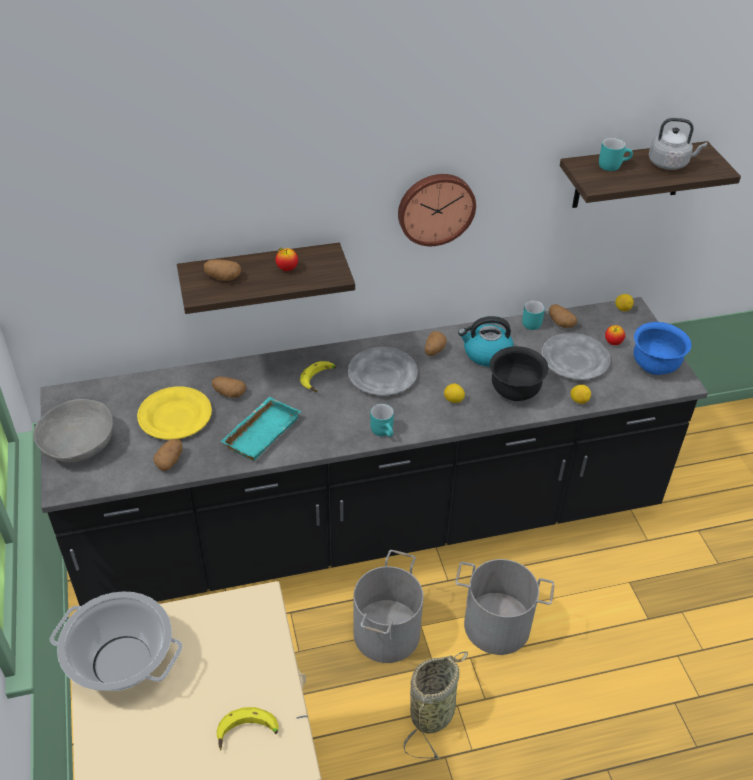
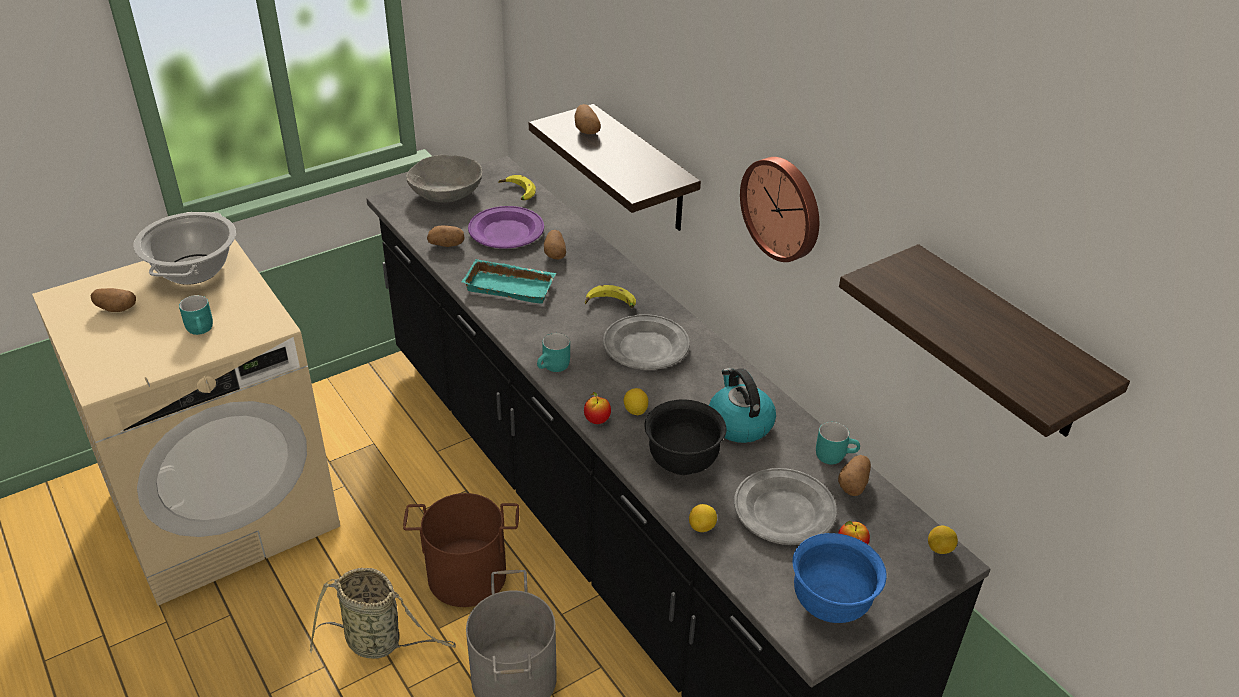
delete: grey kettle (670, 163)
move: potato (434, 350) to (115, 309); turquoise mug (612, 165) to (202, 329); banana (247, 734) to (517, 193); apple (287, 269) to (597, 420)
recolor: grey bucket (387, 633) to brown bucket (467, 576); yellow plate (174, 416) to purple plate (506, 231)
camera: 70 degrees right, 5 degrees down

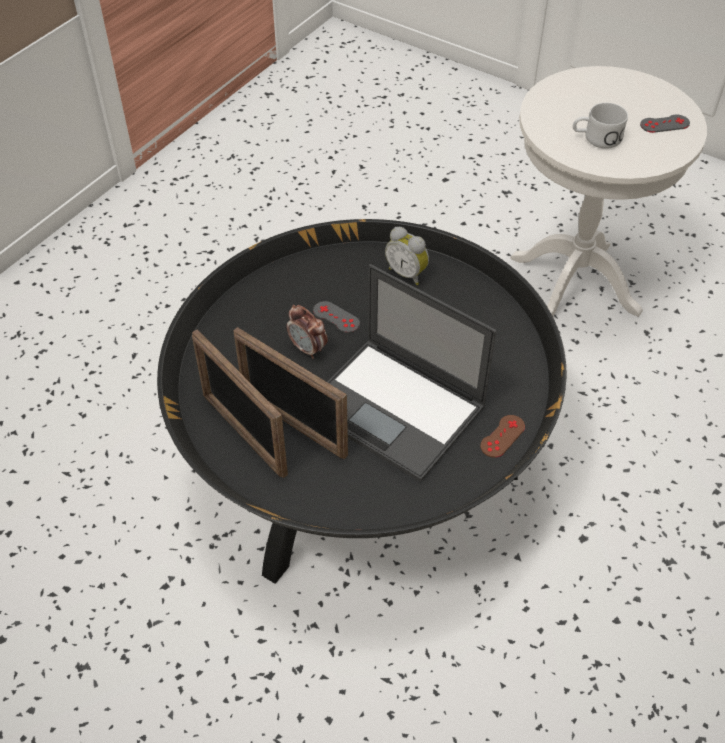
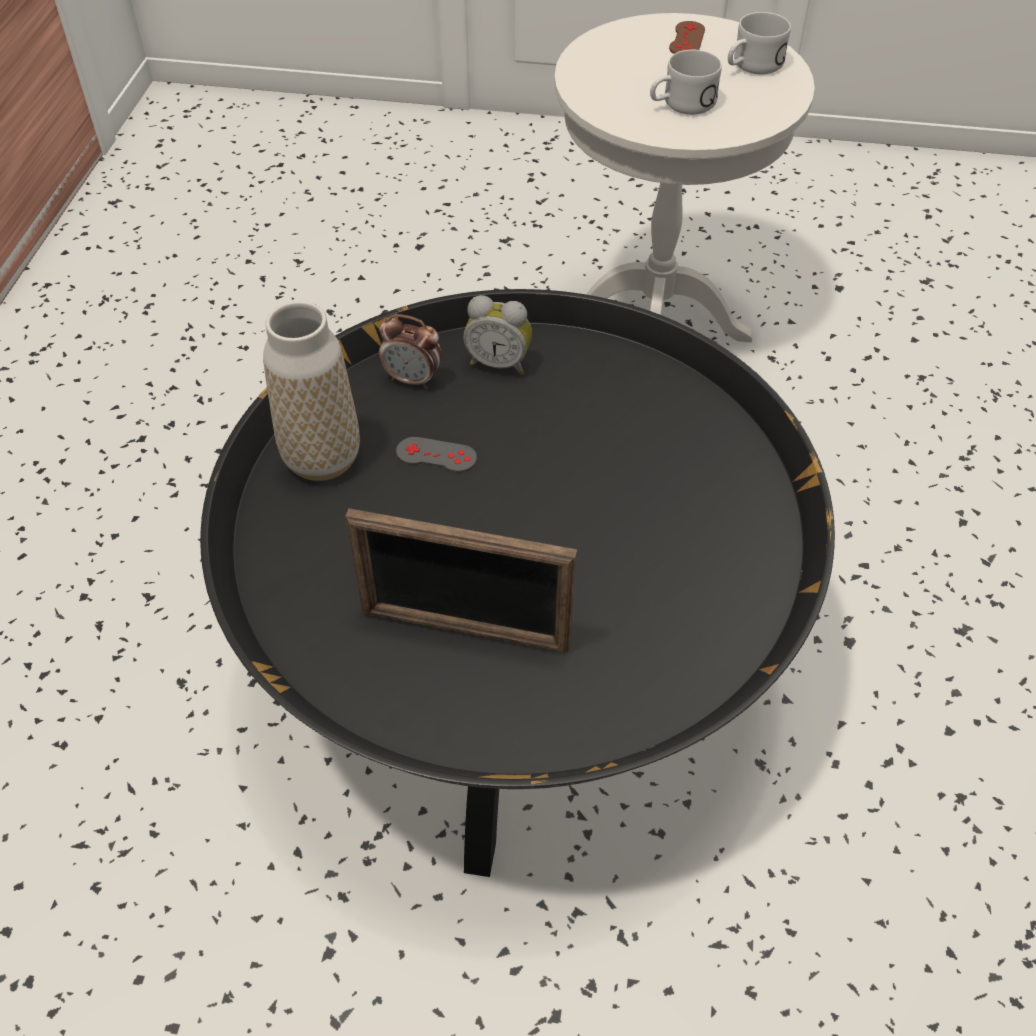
delete: picture frame (243, 434); laptop (396, 409)
insert: vase (322, 459)
move: alarm clock (308, 349) to (413, 380); brown game controller (502, 436) to (687, 39)
replace: grey game controller (664, 124) to white mug (751, 66)
camera: 25 degrees left, 0 degrees up

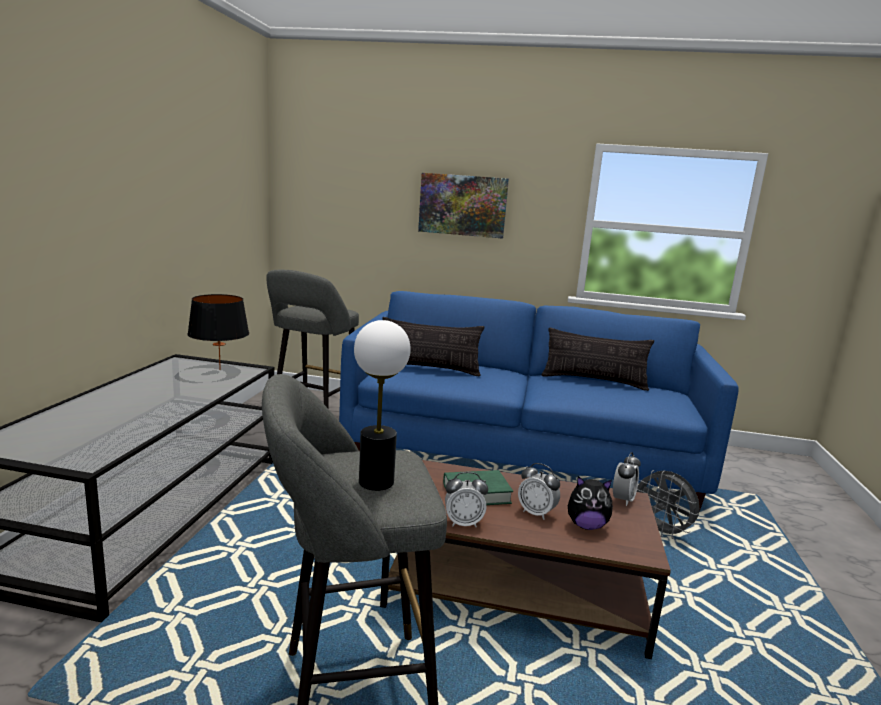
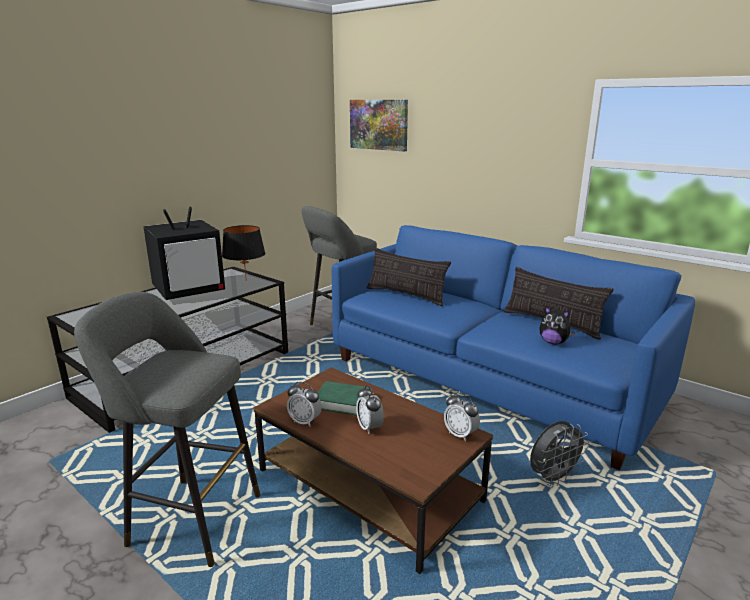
delete: table lamp (376, 482)
insert: television (190, 290)
move: picture (463, 205) to (379, 124); plush toy (586, 525) to (553, 342)
rotate: alarm clock (623, 499) = (460, 434) 75 degrees clockwise; grey fan (661, 532) = (553, 478) 105 degrees counterclockwise
camera: 30 degrees right, 5 degrees up

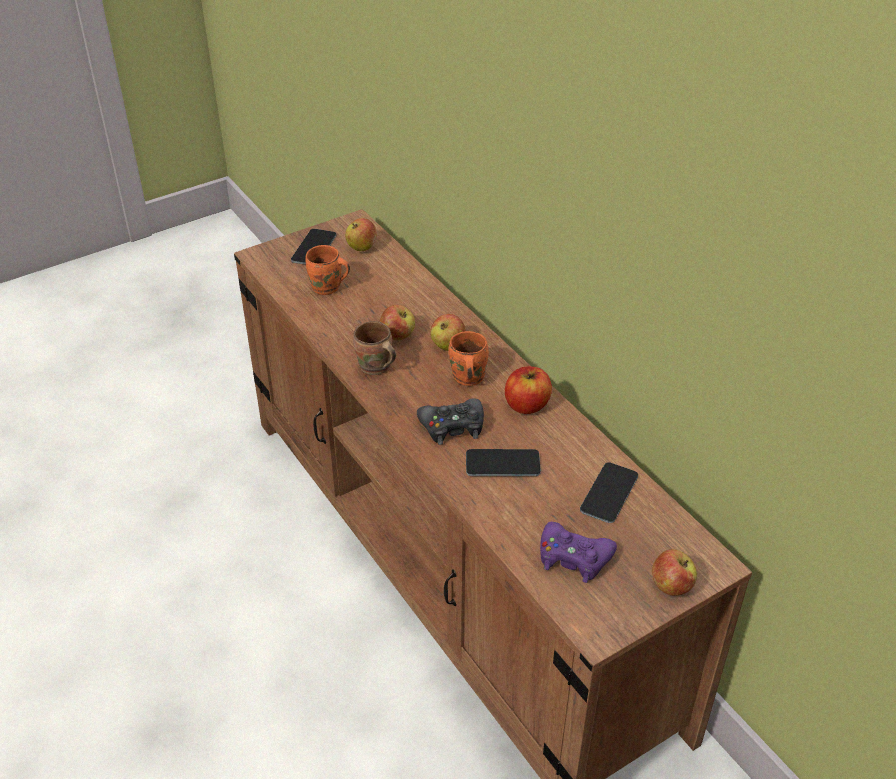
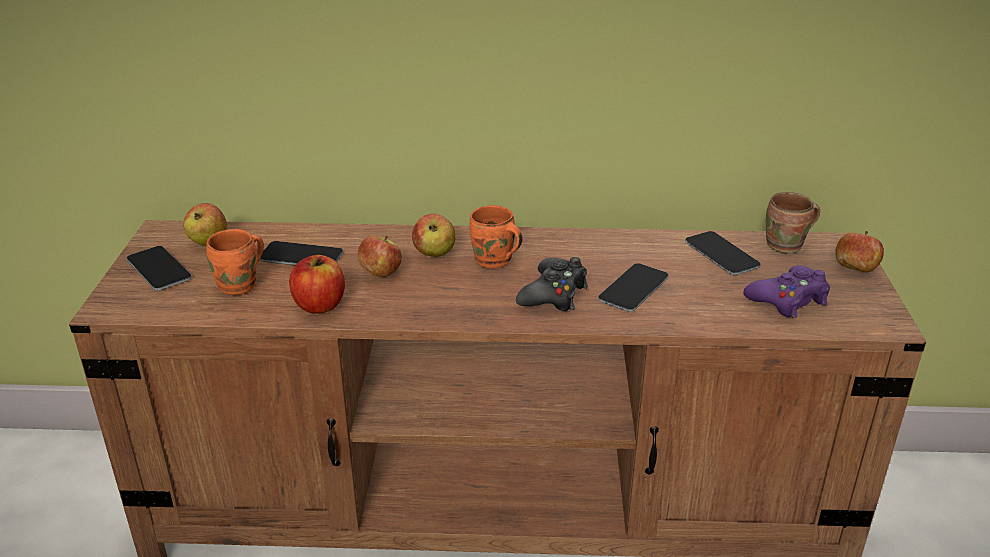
insert: phone (301, 256)
move: apple (526, 405) to (319, 305); brown mug (375, 368) to (787, 246)
camera: 55 degrees left, 10 degrees down

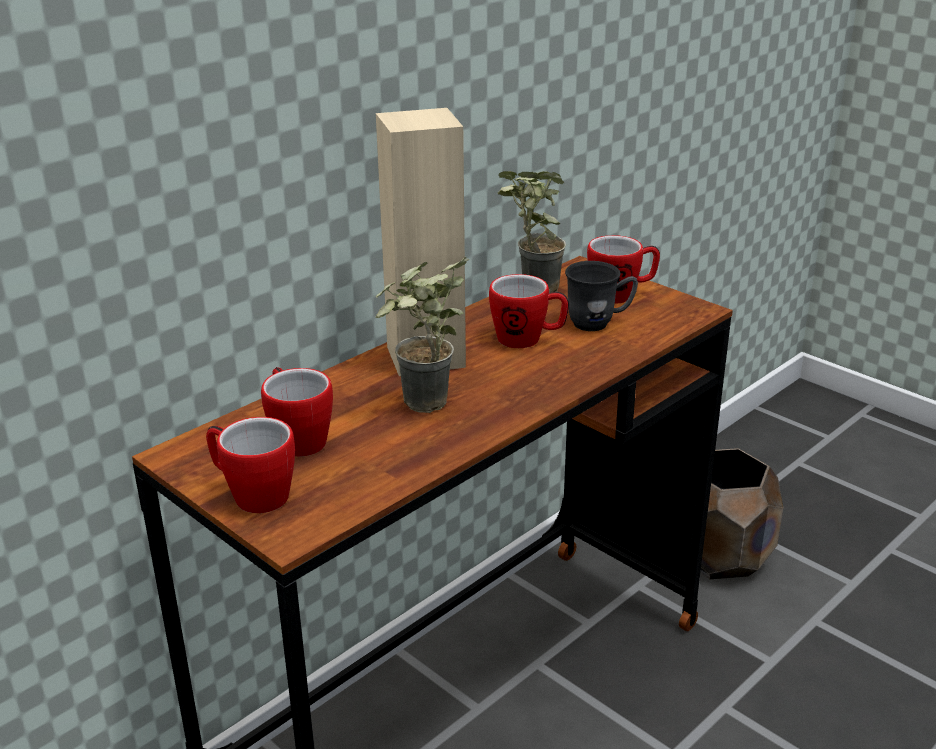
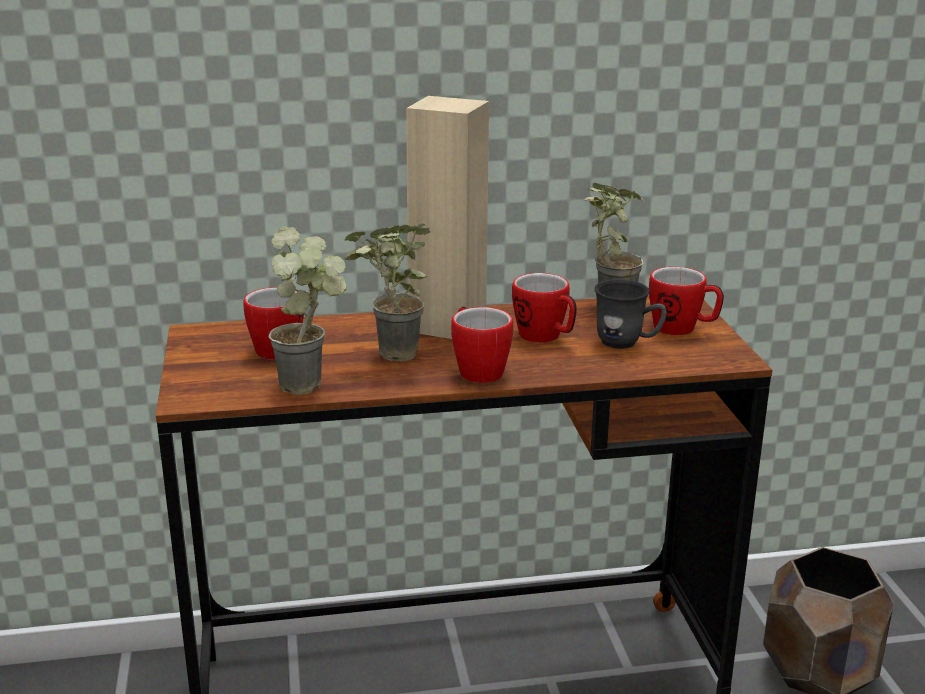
insert: potted plant (313, 385)
move: mug (252, 494) to (477, 370)
camera: 35 degrees right, 5 degrees down

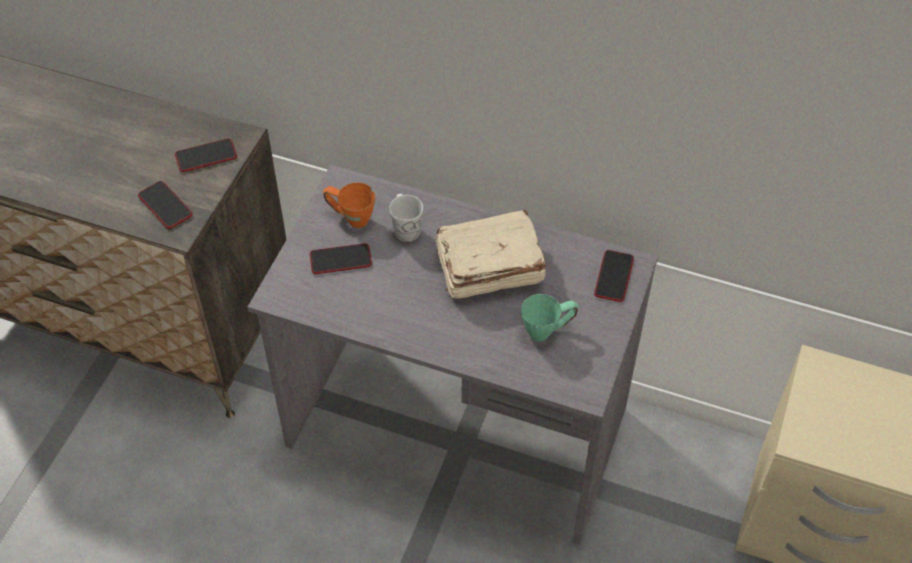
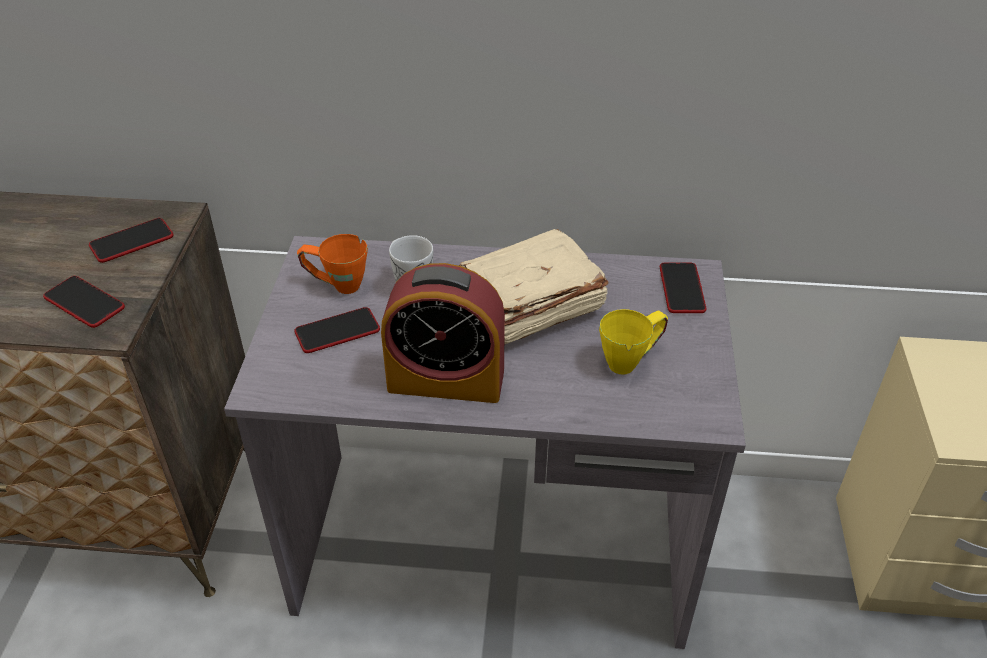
insert: alarm clock (446, 380)
recolor: green mug (548, 330) to yellow mug (631, 360)
camera: 15 degrees left, 10 degrees down

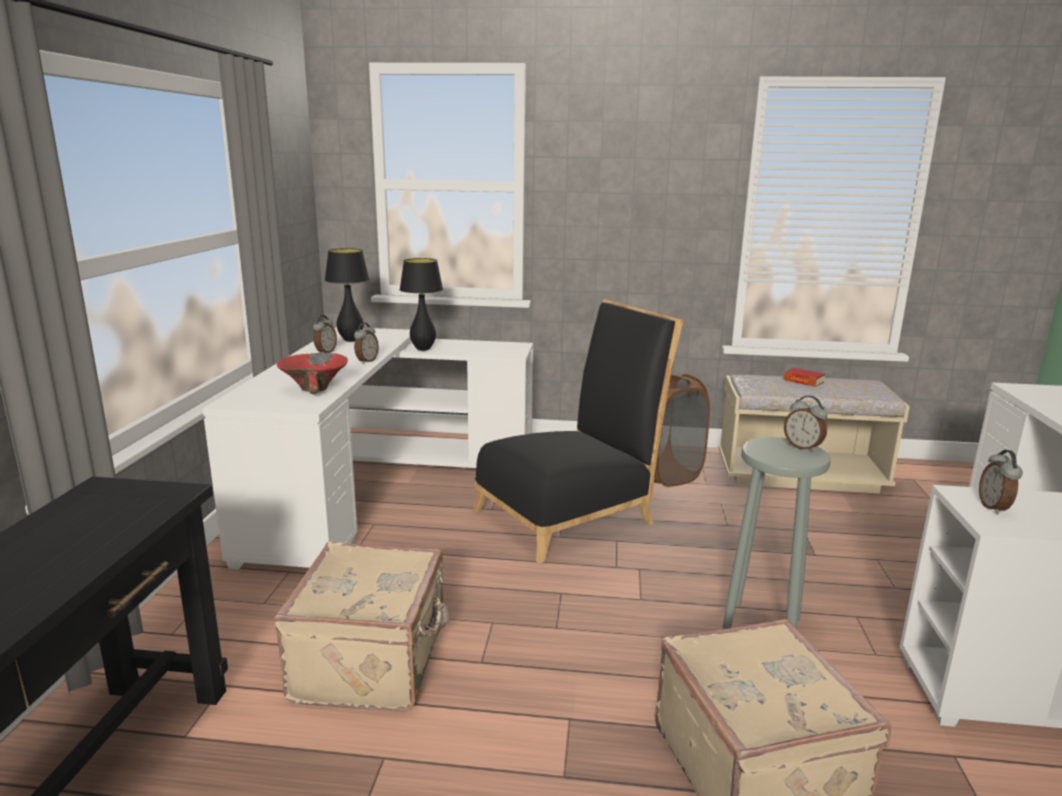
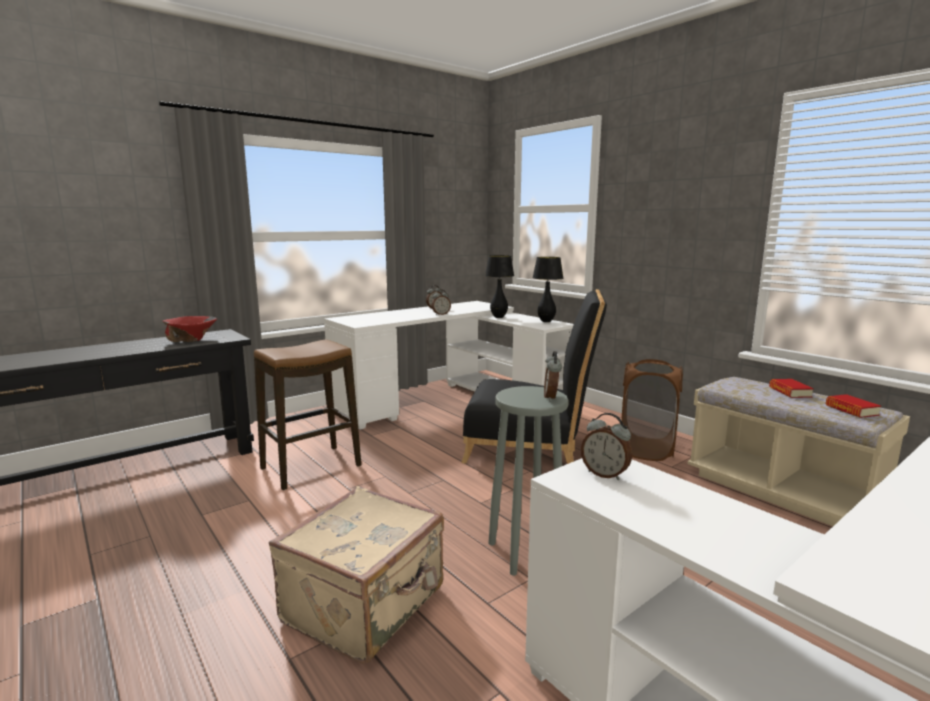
insert: book (851, 410)
move: red bowl (315, 388) to (192, 340); black table lamp (351, 340) to (546, 321)
replace: beige suitcase (373, 662) to stool (311, 467)
rotate: alarm clock (994, 508) = (605, 474) 105 degrees counterclockwise
camera: 45 degrees right, 5 degrees down

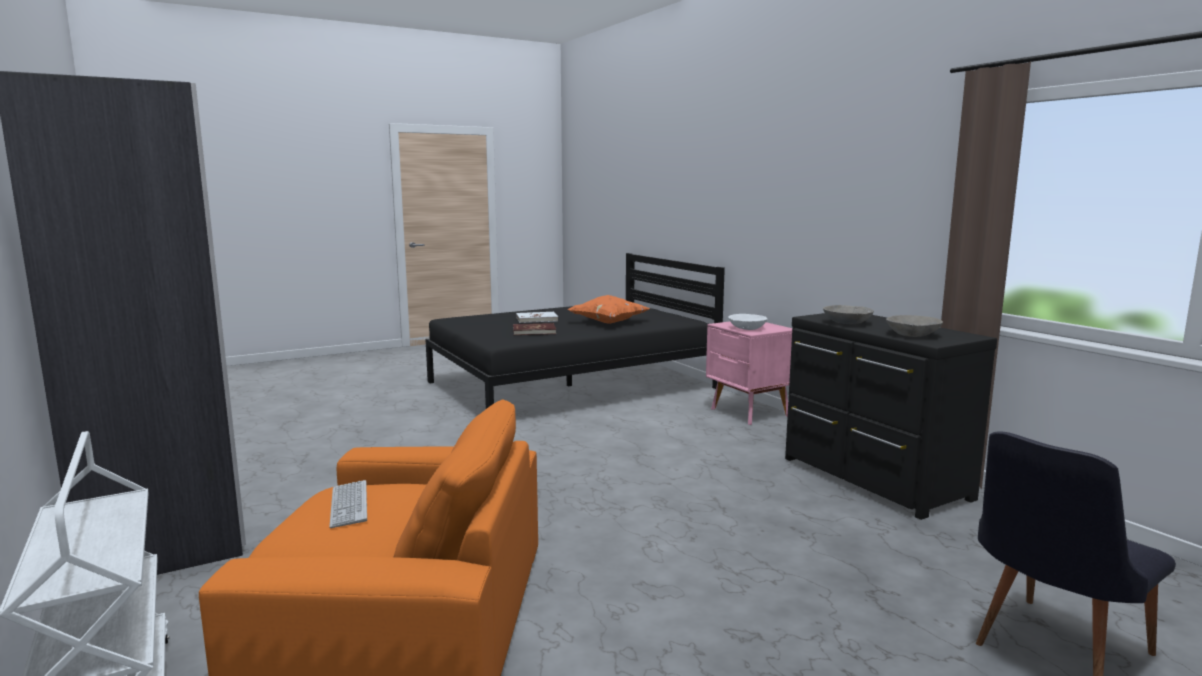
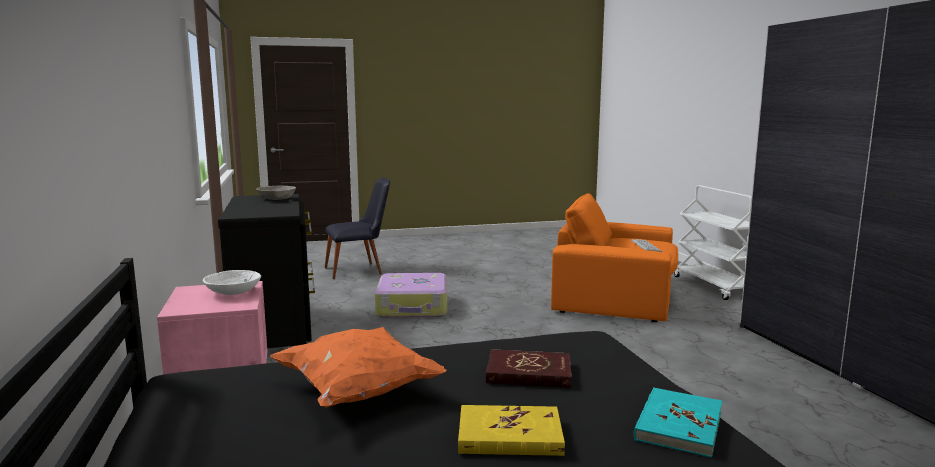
delete: grey bowl (846, 323)
insert: suitcase (413, 307); turquoise book (678, 425)
recolor: white book (537, 319) to yellow book (509, 435)
camera: 165 degrees left, 0 degrees up

